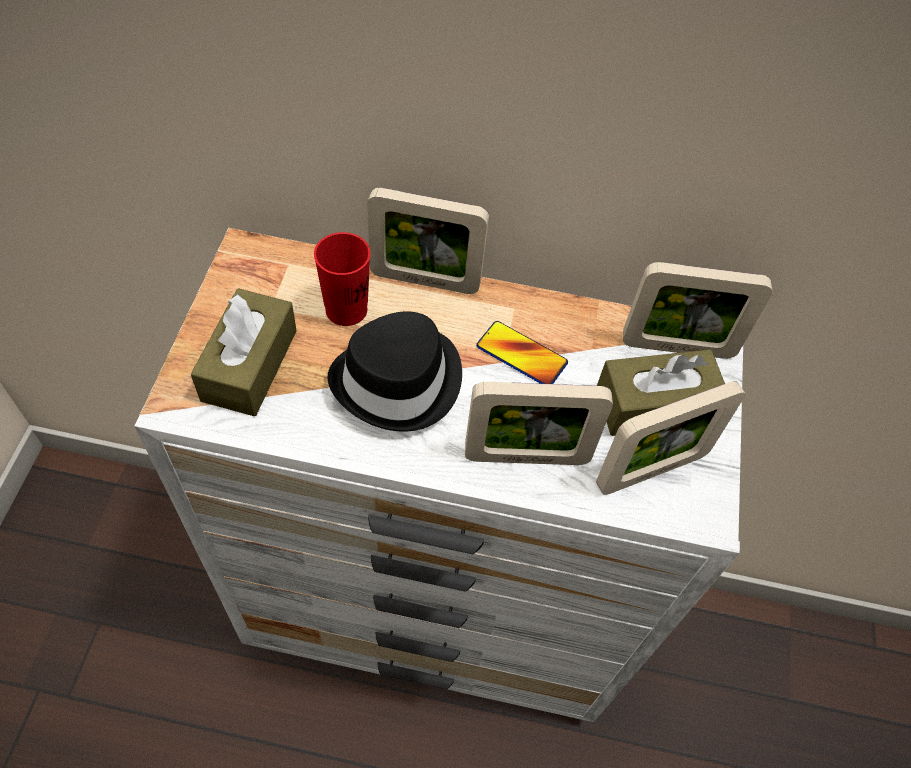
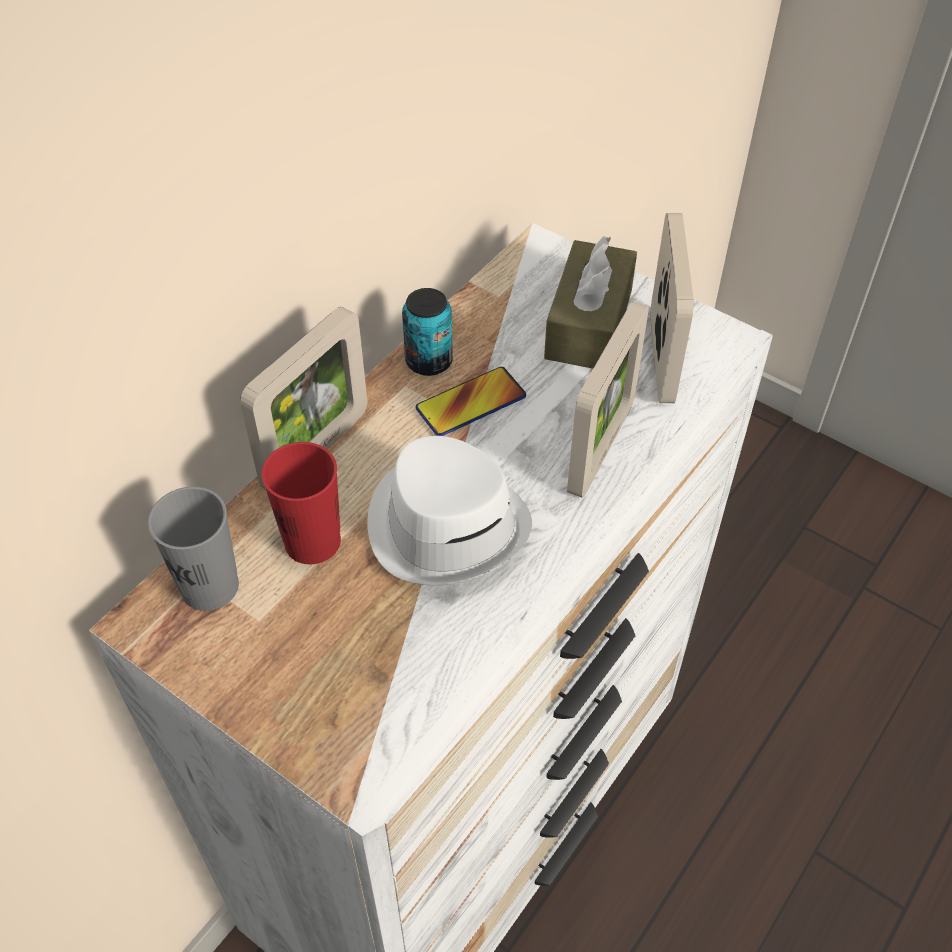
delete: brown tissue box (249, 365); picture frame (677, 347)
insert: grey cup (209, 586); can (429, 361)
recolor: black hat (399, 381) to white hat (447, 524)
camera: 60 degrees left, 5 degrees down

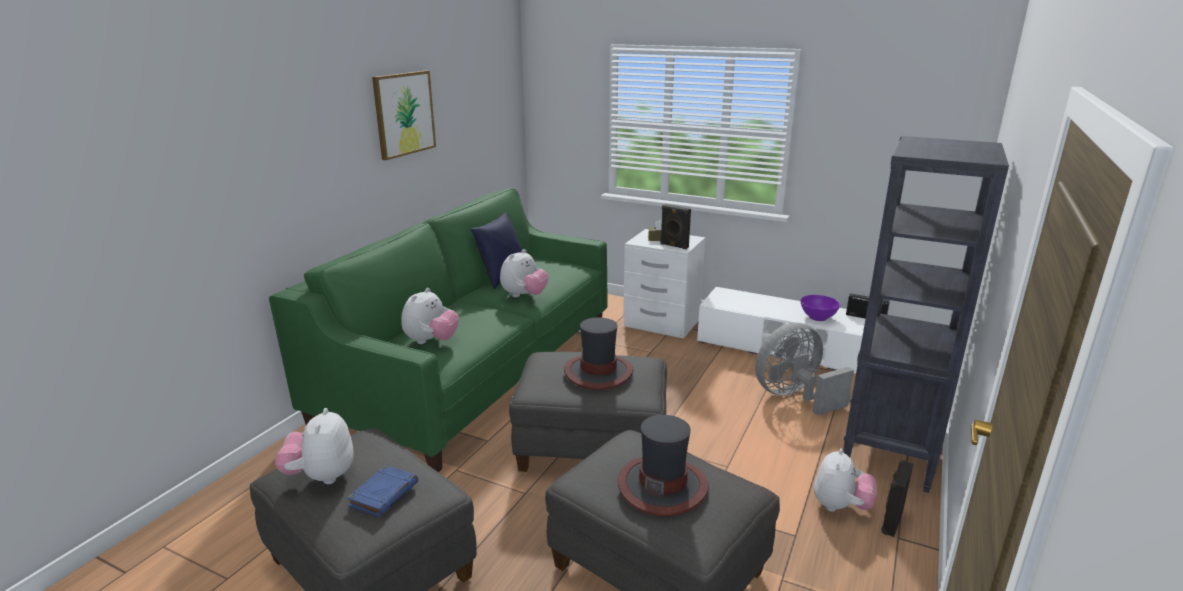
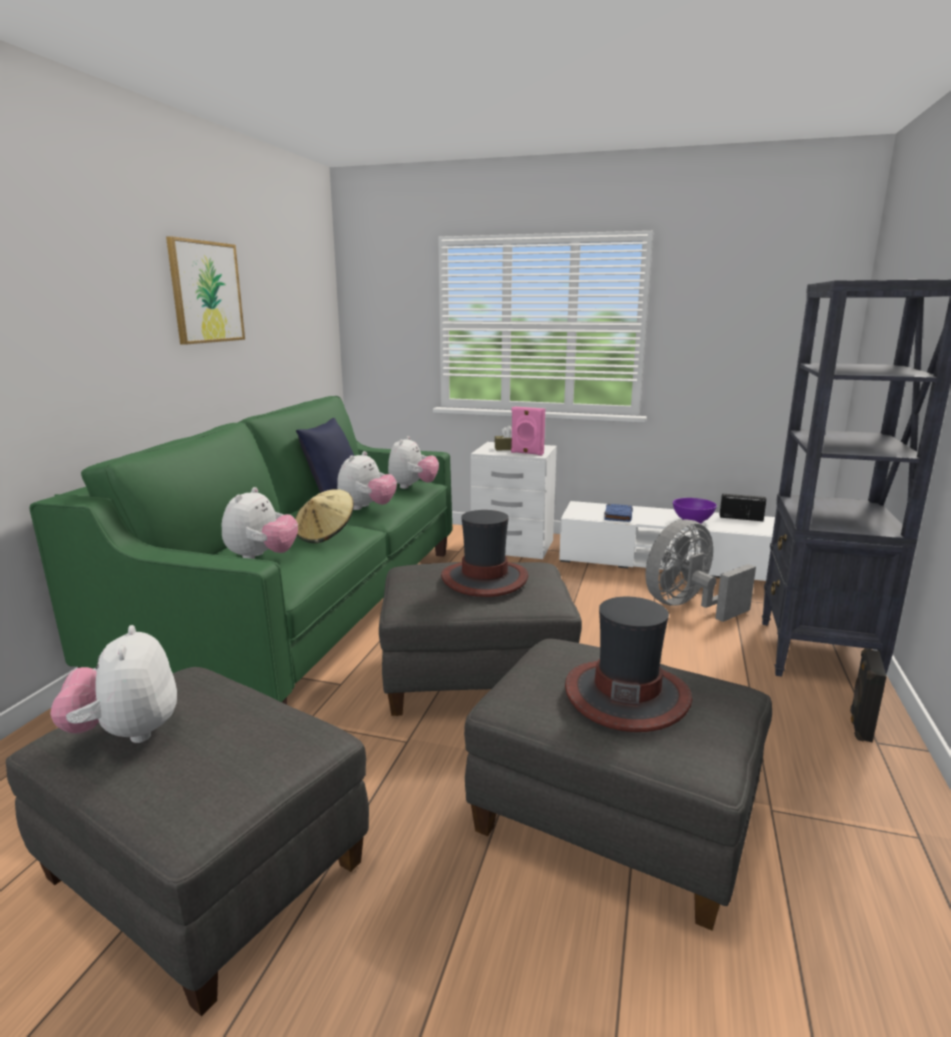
insert: beige hat (325, 535)
move: plush toy (840, 506) to (412, 486); blue book (384, 494) to (618, 515)
recolor: black speaker (674, 246) to pink speaker (527, 453)
camera: 10 degrees left, 5 degrees down

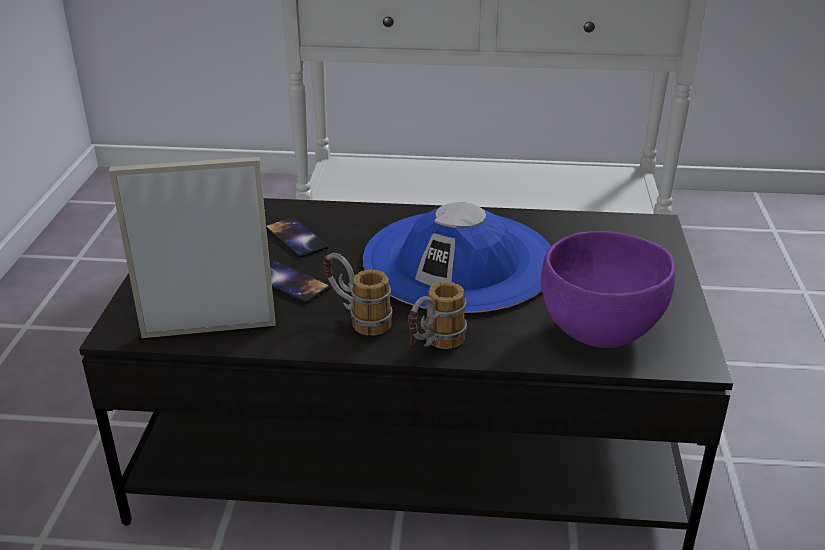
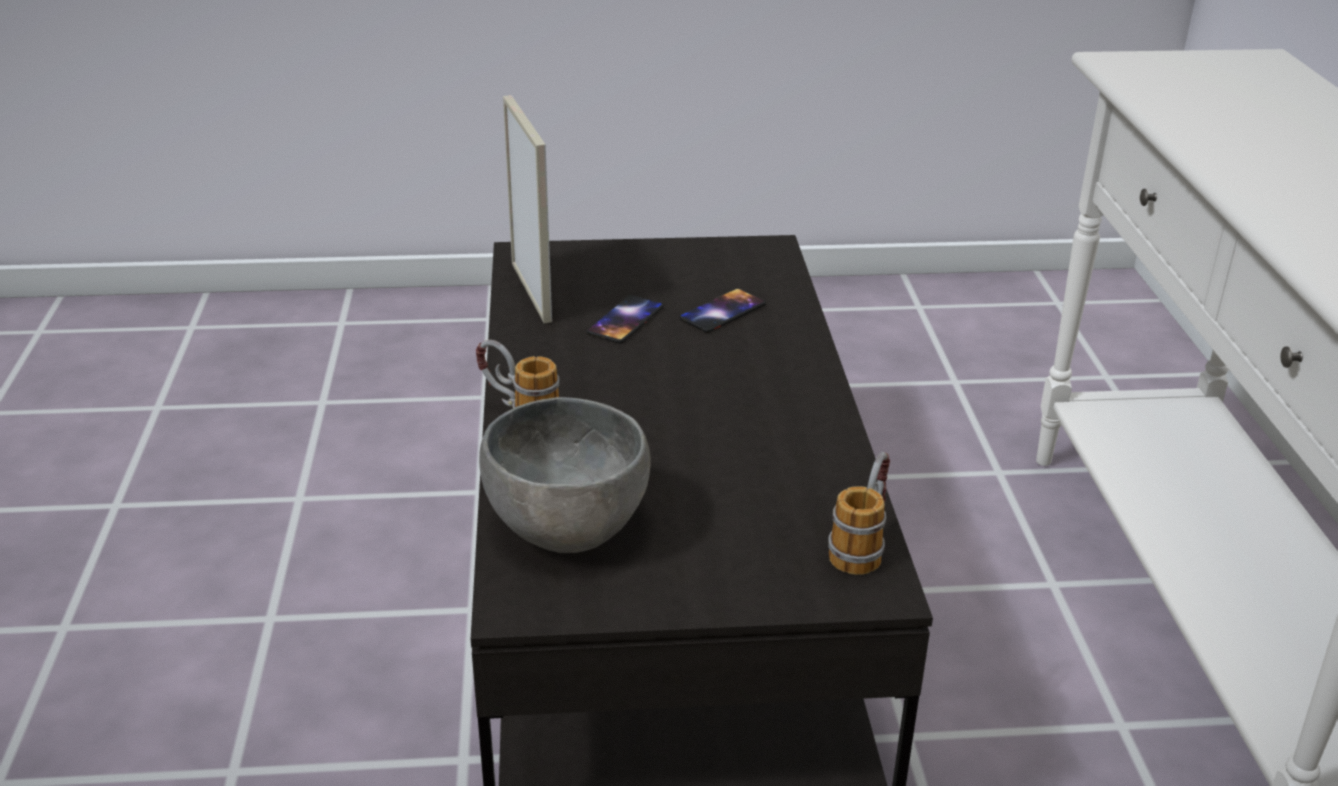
delete: blue hat (459, 260)
move: mug (357, 318) to (862, 544)
recolor: purple bowl (600, 331) to grey bowl (568, 530)
camera: 80 degrees right, 0 degrees up

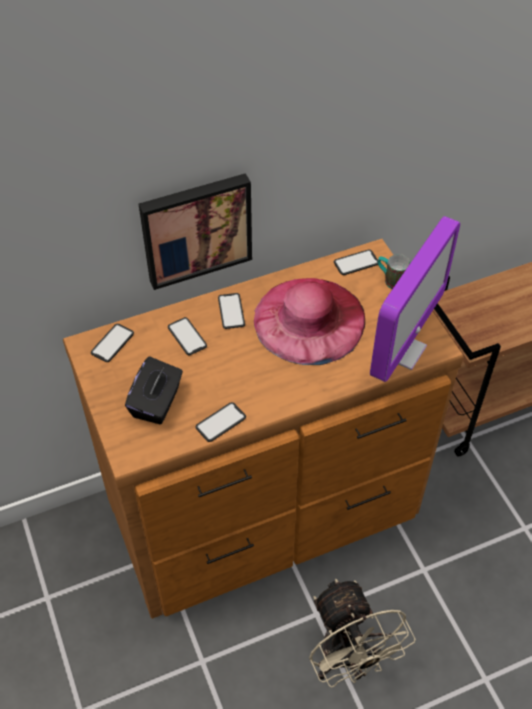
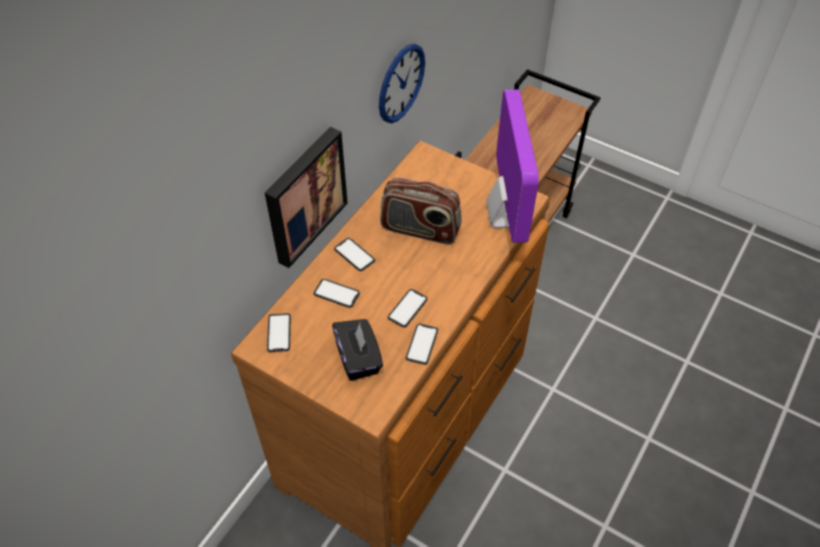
delete: beige fan (347, 660); mug (391, 280)
insert: wall clock (401, 83)
move: phone (356, 263) to (407, 308)
replace: pink hat (309, 320) to radio (420, 229)
camera: 35 degrees left, 0 degrees up

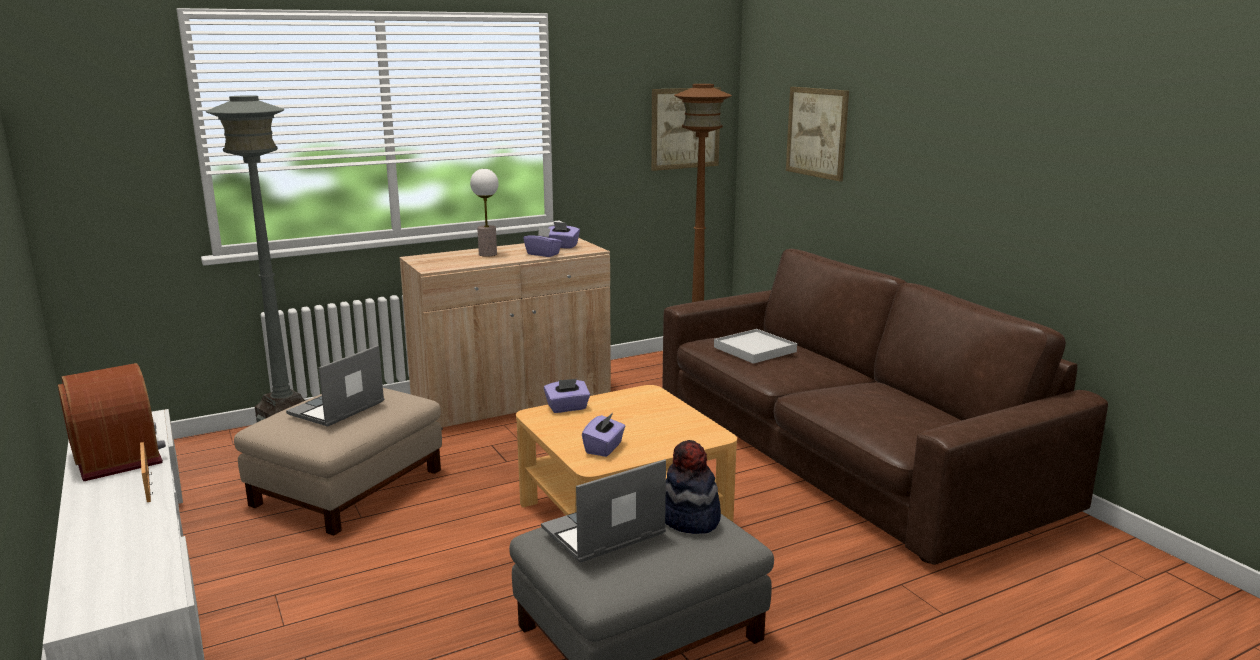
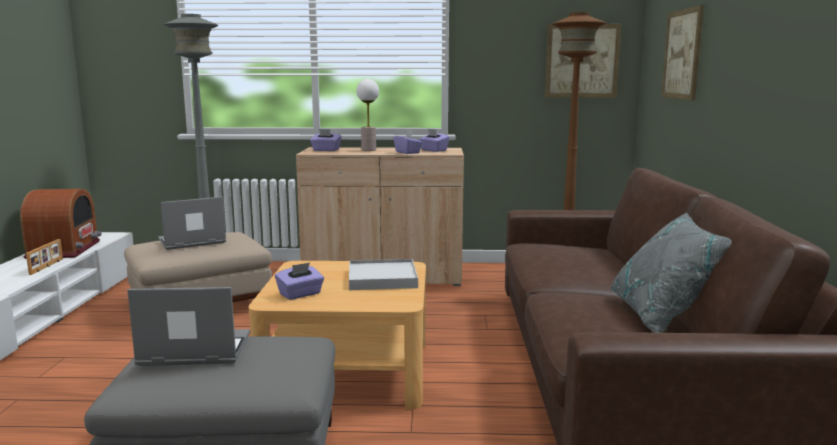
delete: hat (689, 519)
insert: grey pillow (664, 315)
move: purple tissue box (567, 408) to (326, 150); white tray (755, 349) to (382, 278)
camera: 30 degrees right, 5 degrees down

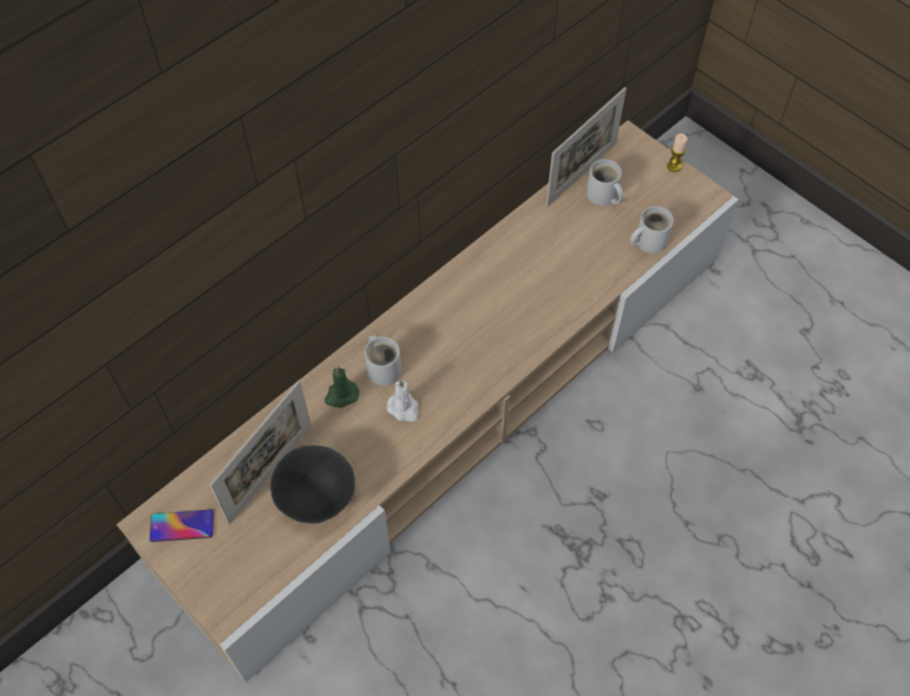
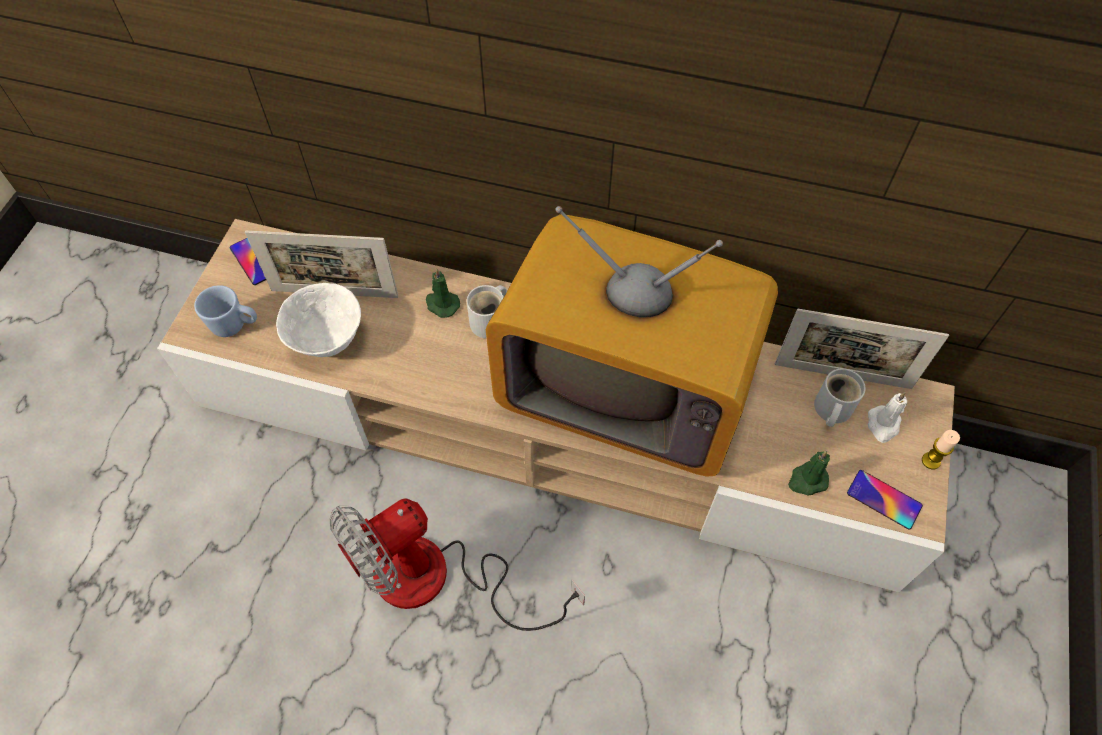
insert: blue mug (235, 326); fan (437, 580); television (626, 386); phone (884, 499)
move: white candle (404, 408) to (883, 425)
replace: white mug (647, 241) to green candle (807, 480)
recolor: black bowl (317, 500) to white bowl (327, 340)
camera: 60 degrees right, 0 degrees up

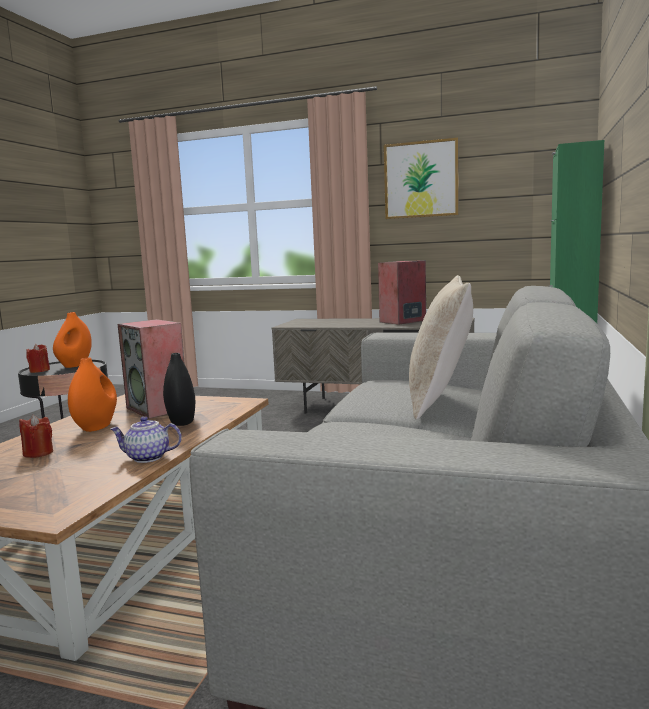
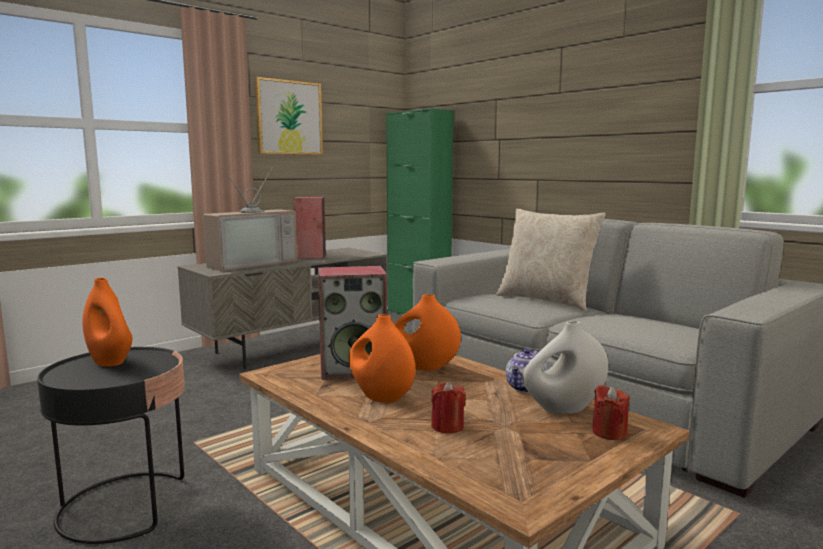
insert: television (250, 263); white vase (564, 409)
move: red candle (39, 371) to (609, 432)
recolor: black vase (181, 421) to orange vase (424, 367)
camera: 60 degrees left, 0 degrees up

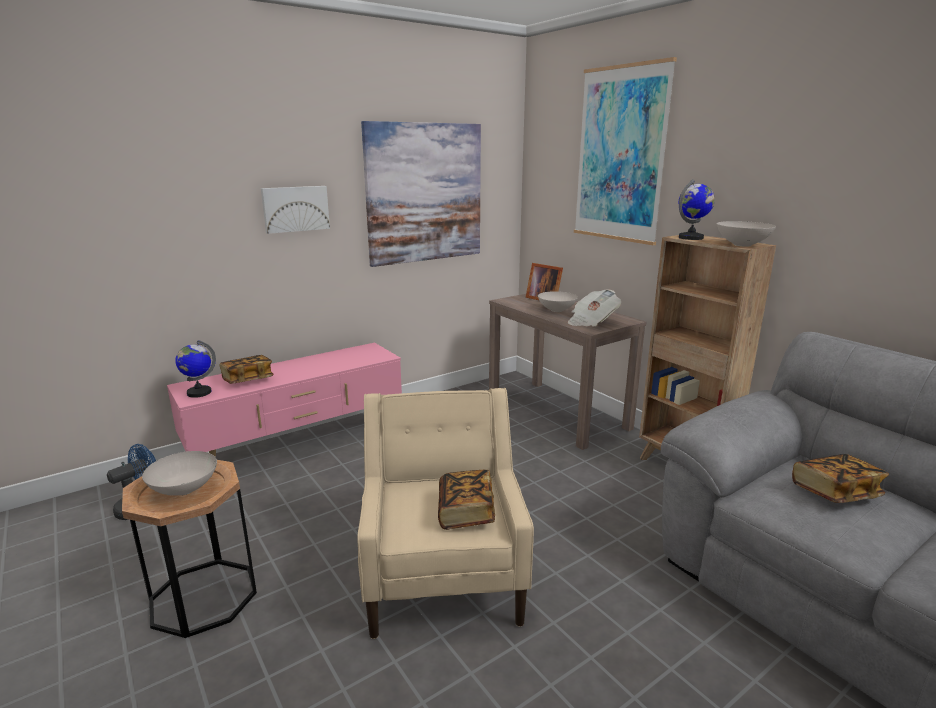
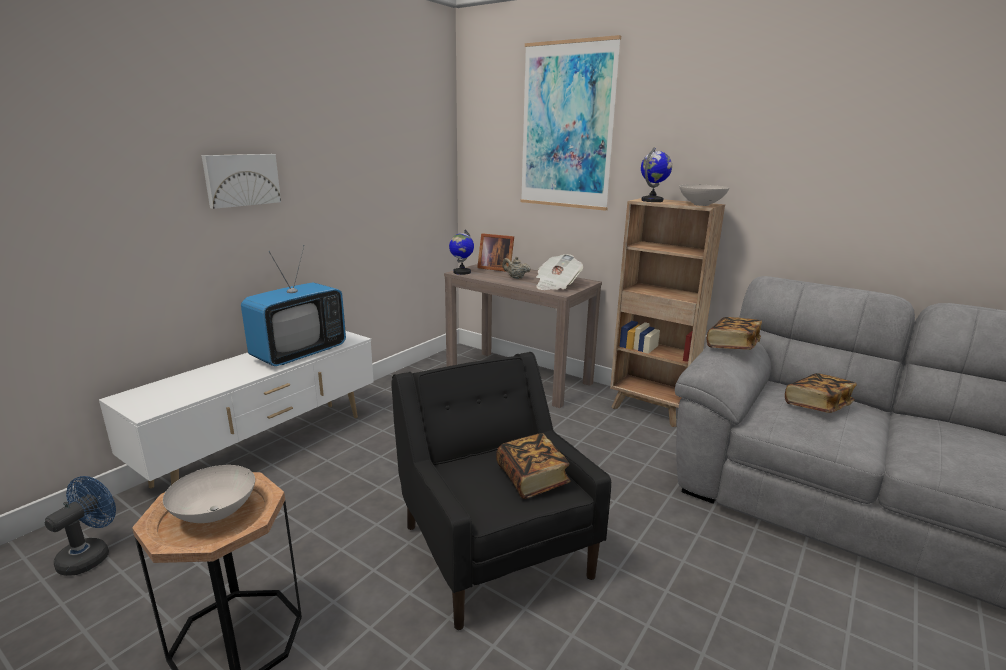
delete: picture (425, 193)
insert: television (299, 353)
move: globe (199, 392) to (461, 272); book (248, 380) to (732, 345)
replace: white bowl (556, 310) to beige teapot (515, 278)
recolor: pink tv stand (300, 445) to white tv stand (267, 449); beige armchair (443, 573) to black armchair (494, 547)
camera: 20 degrees left, 0 degrees up

